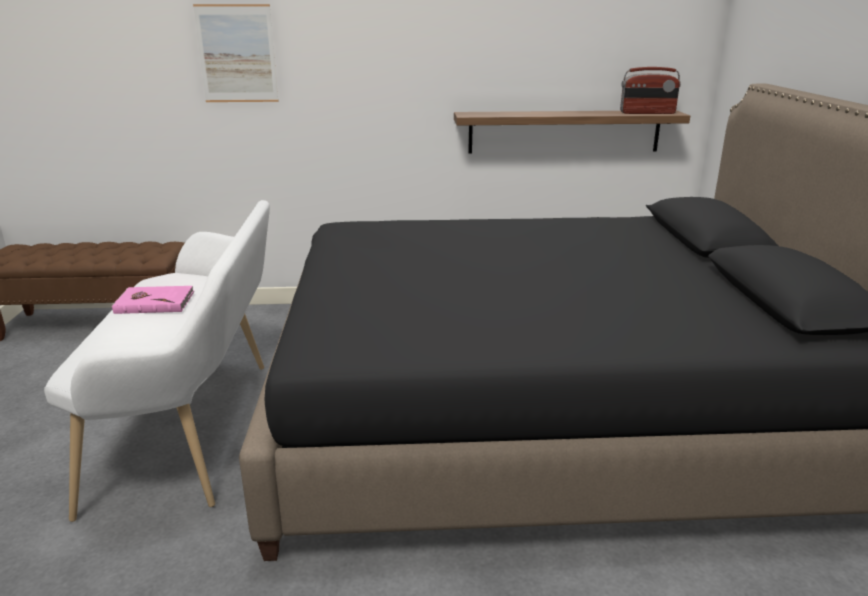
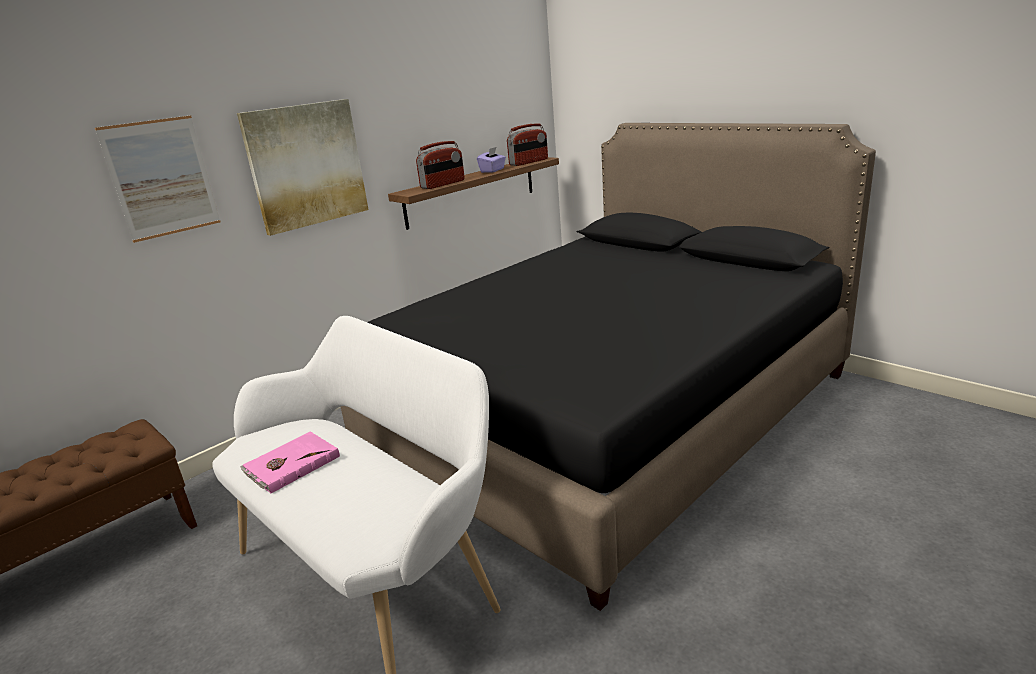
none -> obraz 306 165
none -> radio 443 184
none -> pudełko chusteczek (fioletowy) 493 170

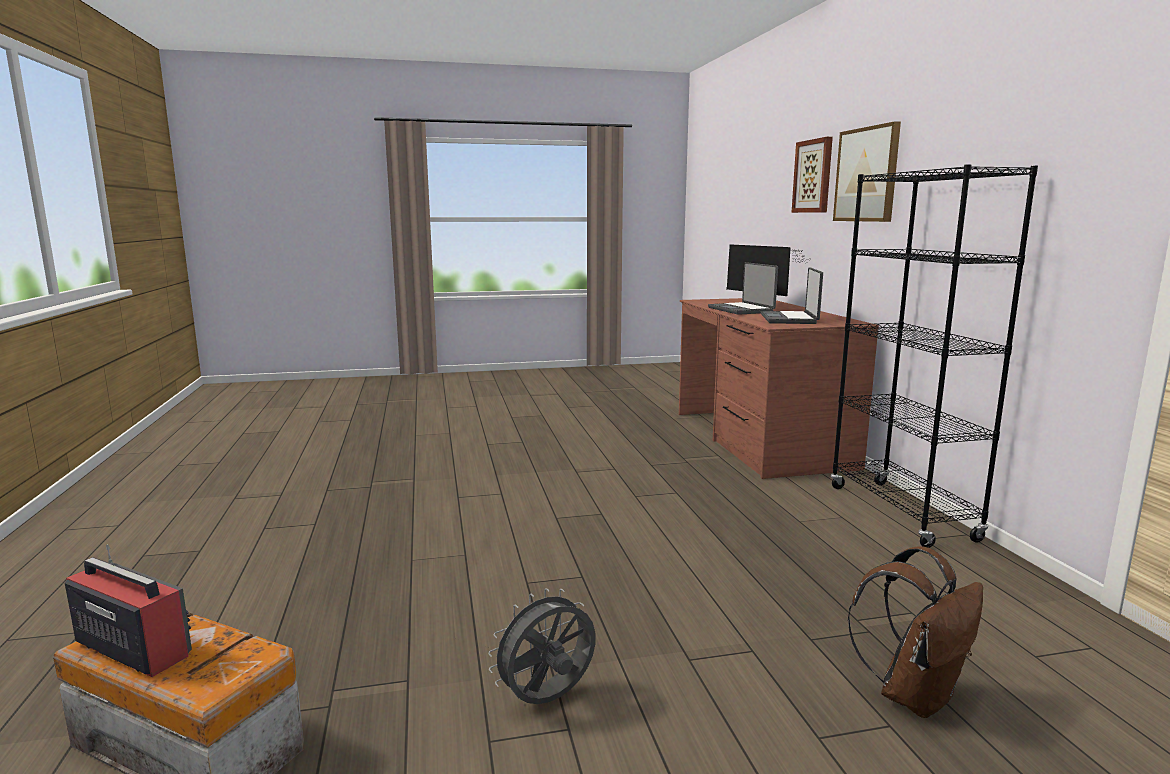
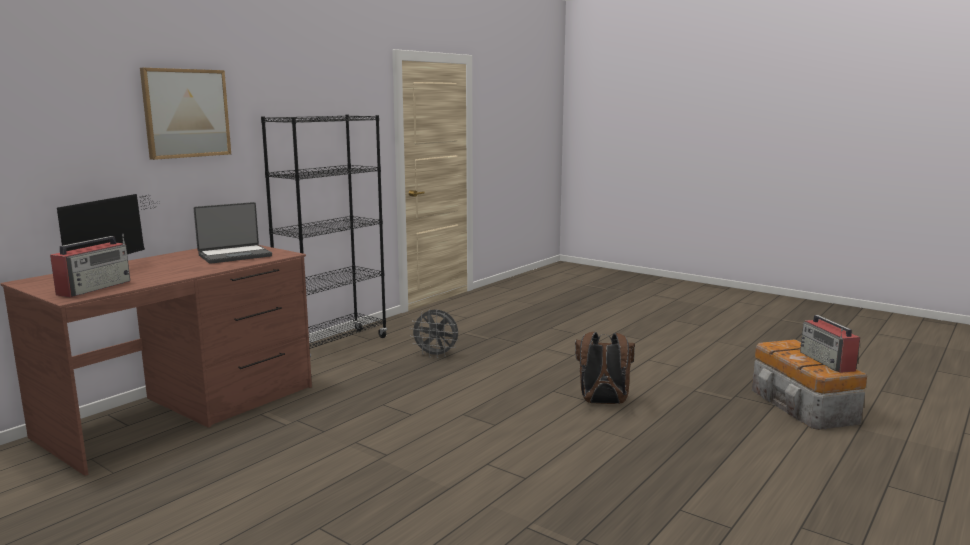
wentylator (szary) 548 700 -> wentylator (szary) 436 355, shifted
laptop 741 310 -> none
obraz 813 176 -> none
plecak (brązowy) 914 694 -> plecak (brązowy) 602 403, shifted
none -> radio 95 288

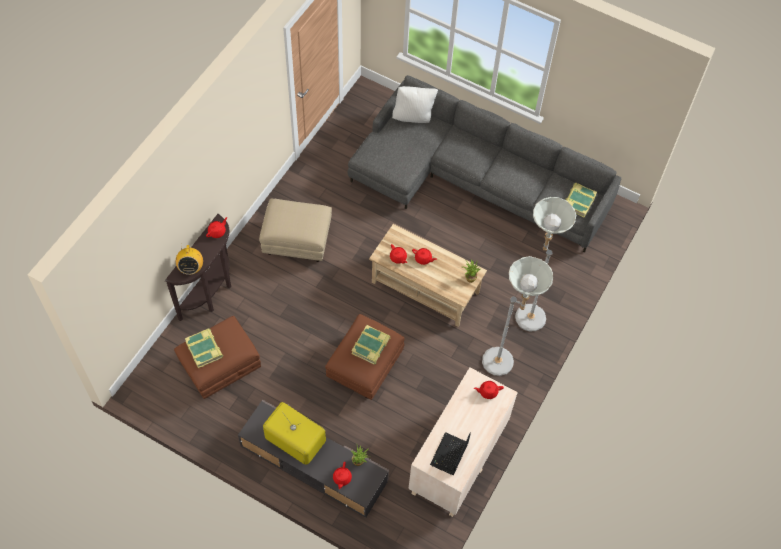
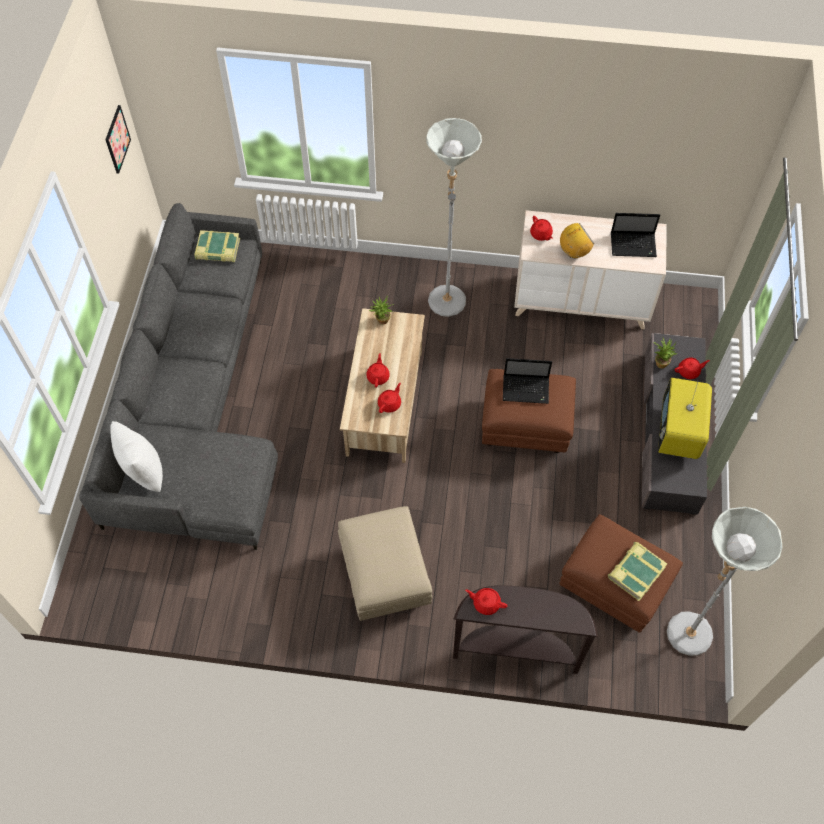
radio 191 268 -> radio 574 252, shifted
książka 371 346 -> laptop 526 389
lampa stojąca (szary) 528 312 -> lampa stojąca (szary) 681 639, shifted
none -> obraz 117 139

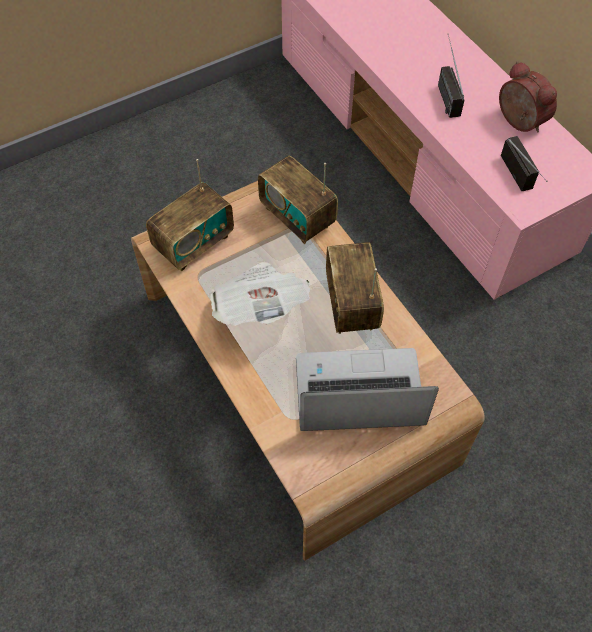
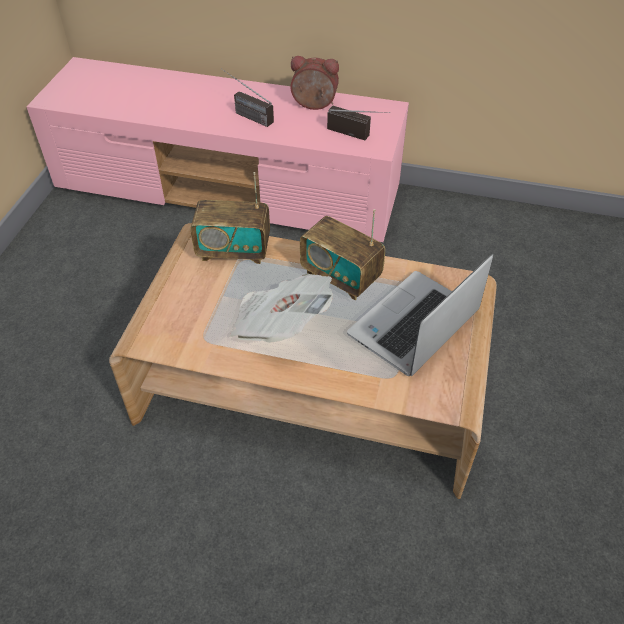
radio 194 243 -> none

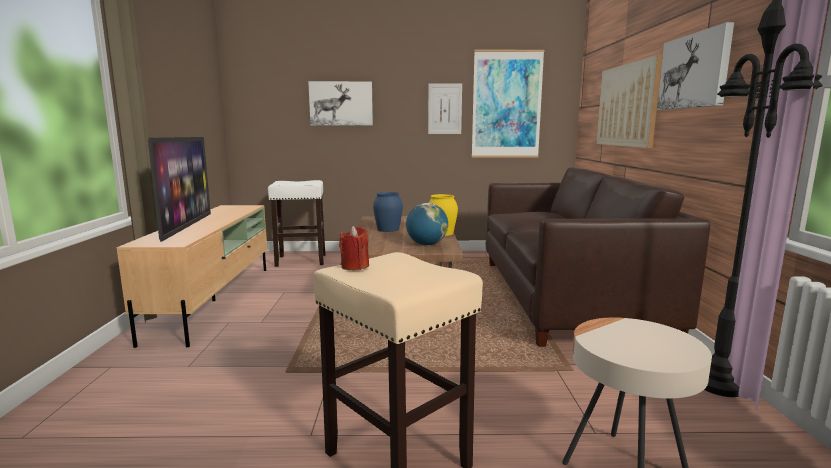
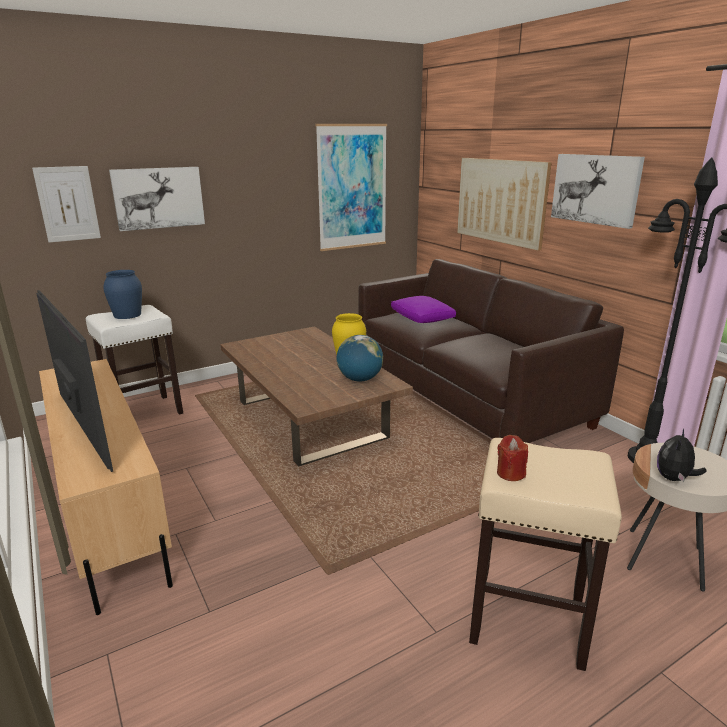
wazon (niebieski) 388 229 -> wazon (niebieski) 128 315, shifted
obraz 445 109 -> obraz 67 204, shifted
none -> poduszka (fioletowy) 422 318
none -> pluszak 674 479

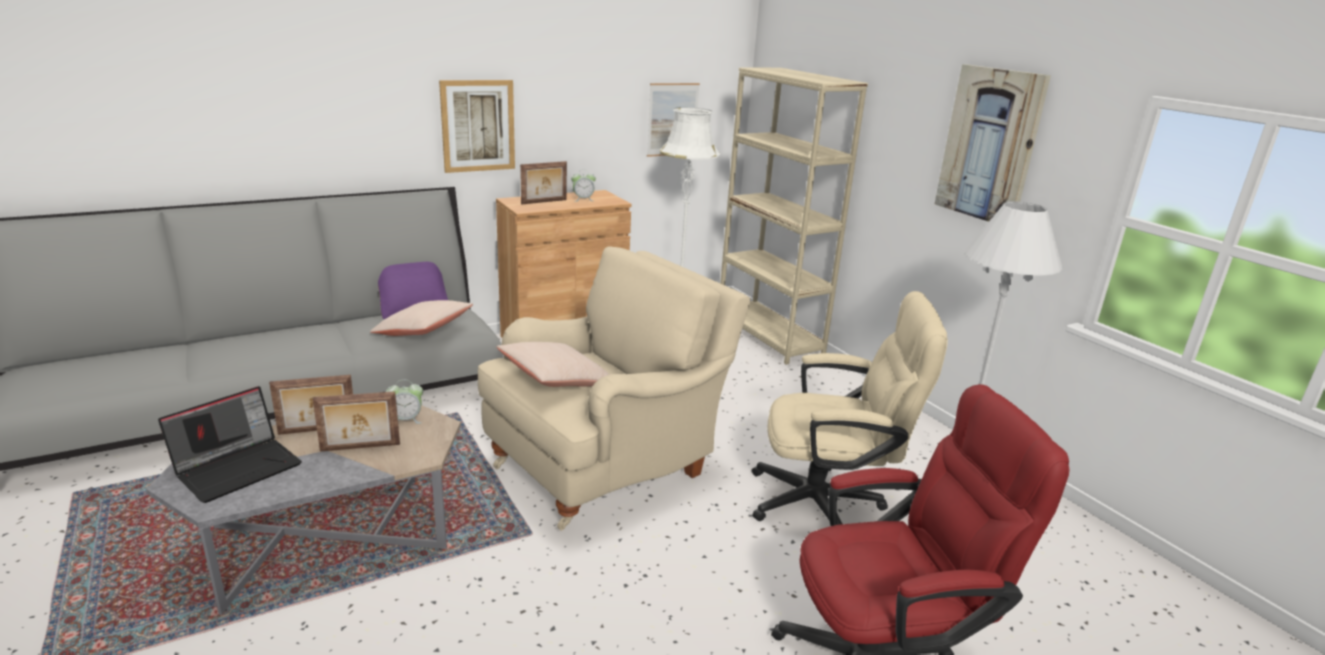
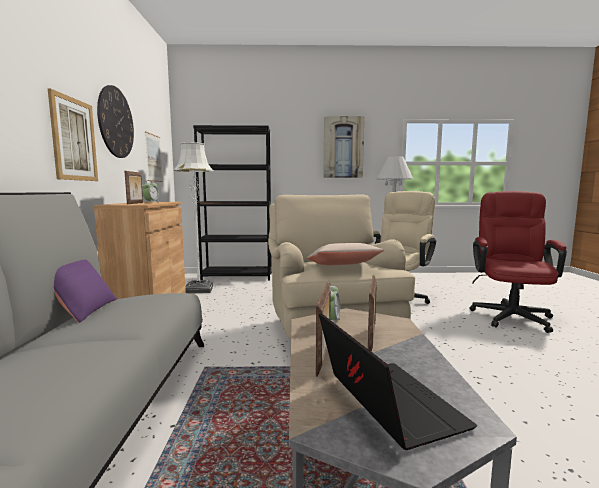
poduszka (beżowy) 423 331 -> none
regał (beżowy) 769 336 -> regał (czarny) 237 277
none -> zegar ścienny 116 122

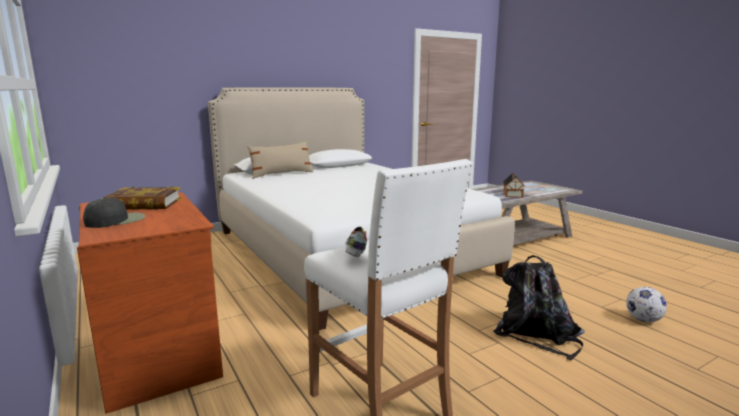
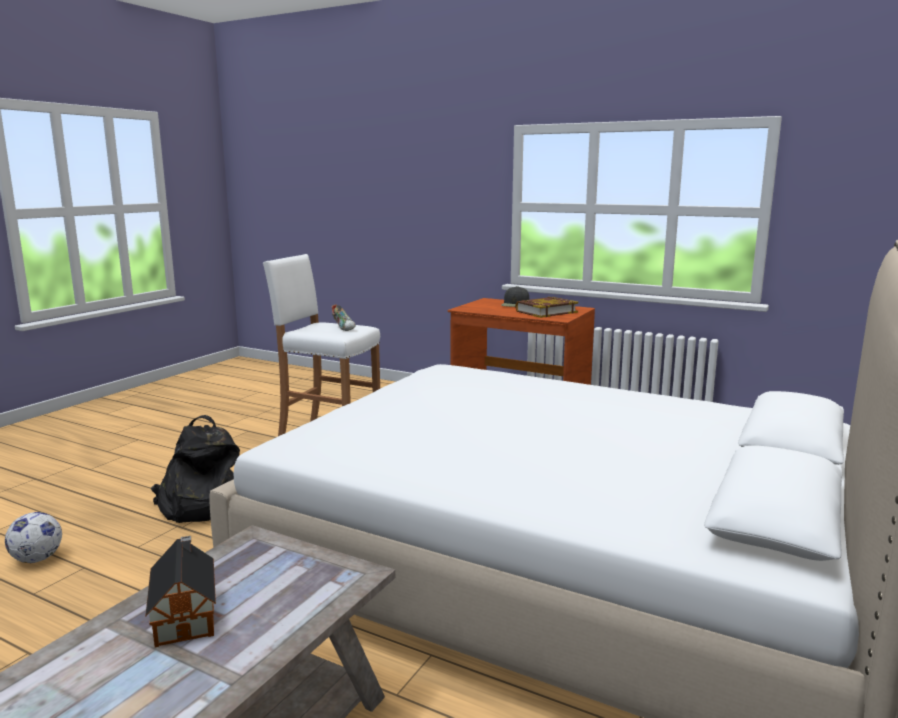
poduszka (beżowy) 281 174 -> none

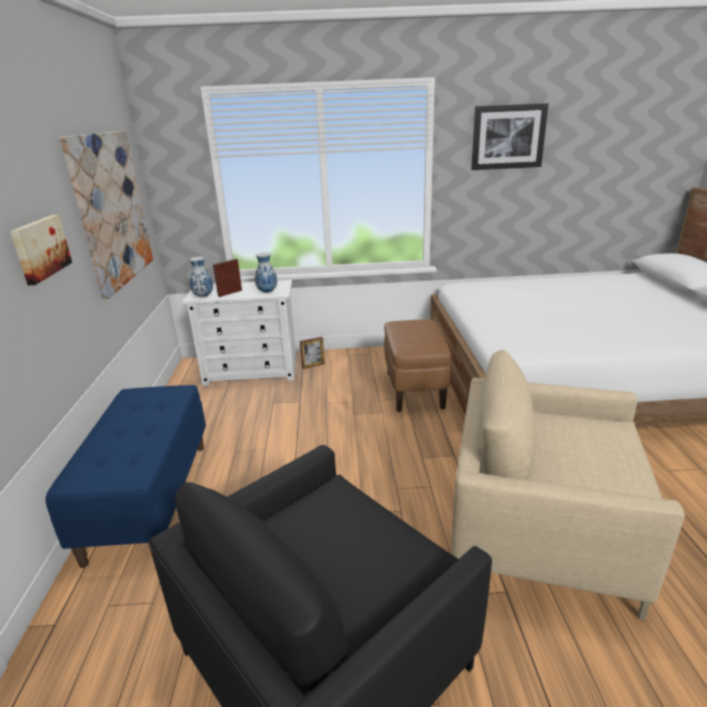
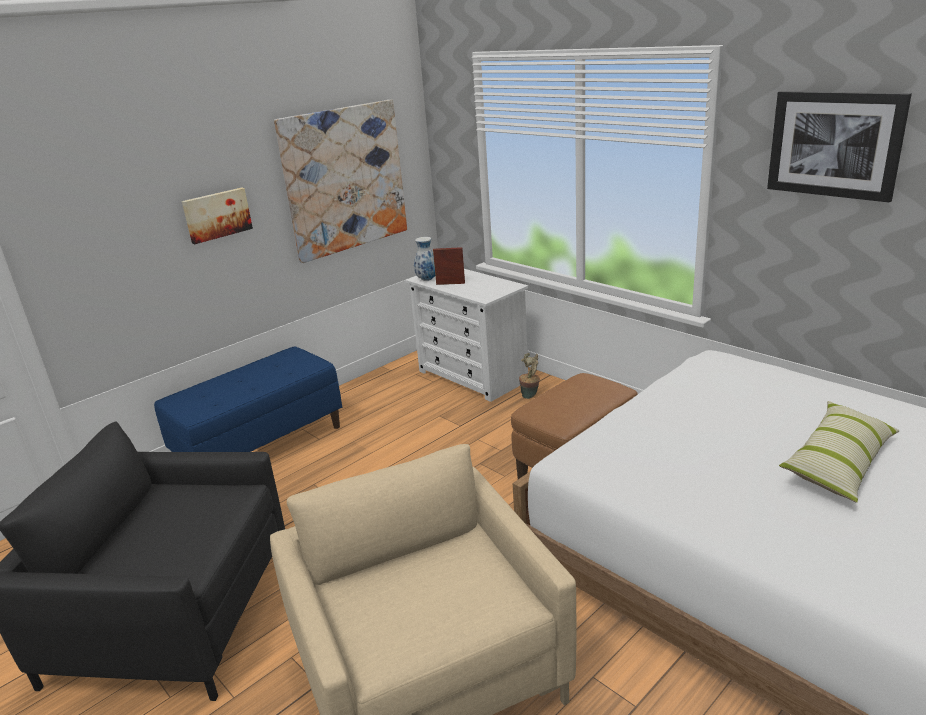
wazon 267 291 -> none
ramka na zdjęcie 313 365 -> roślina doniczkowa 530 395
none -> poduszka 838 462

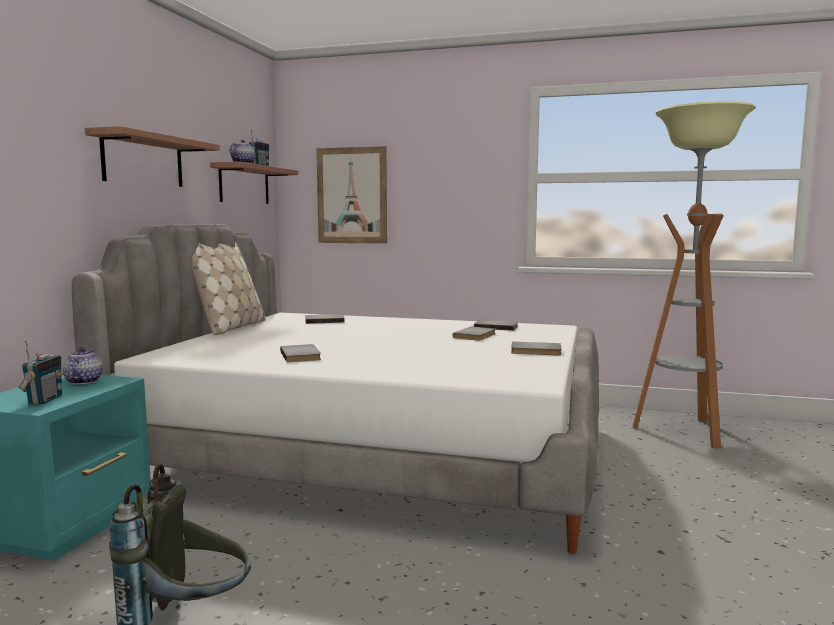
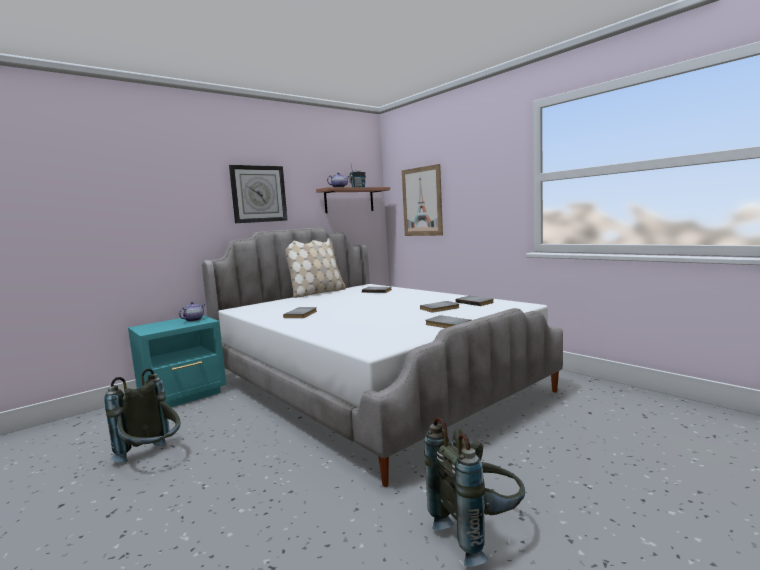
radio 44 400 -> none
półka 143 161 -> zegar ścienny 258 194
lampa stojąca 683 431 -> none
none -> plecak (szary) 478 533

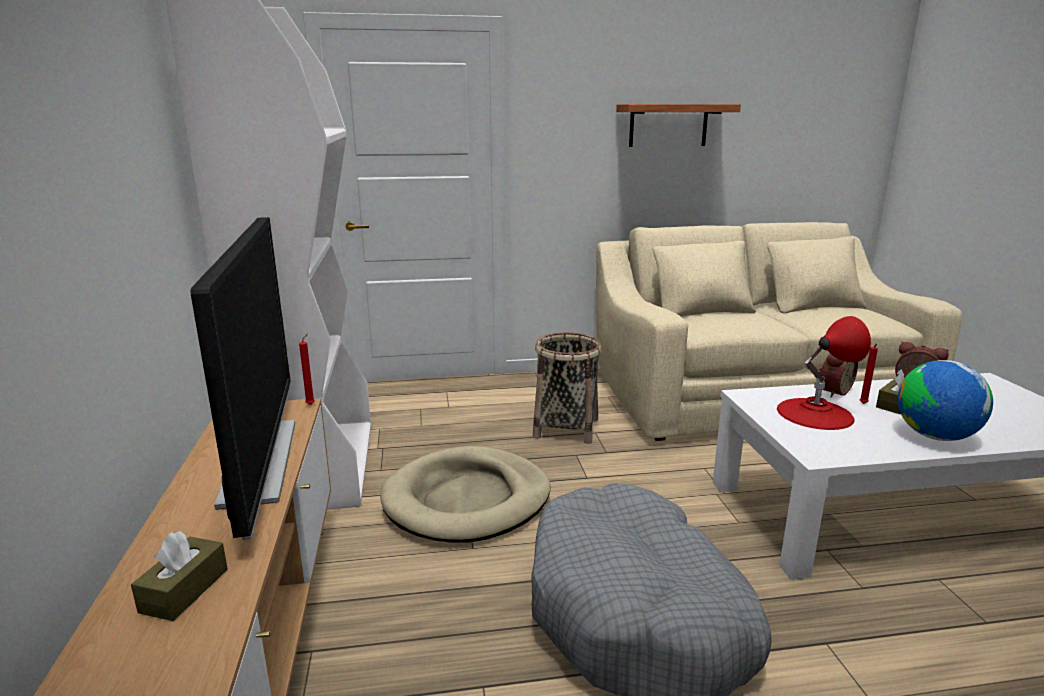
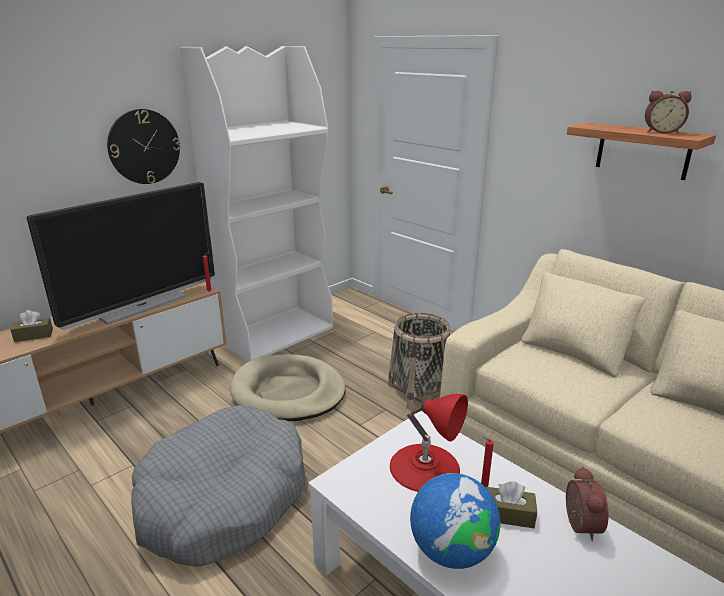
budzik 832 391 -> budzik 661 132, shifted
none -> zegar ścienny 144 147

